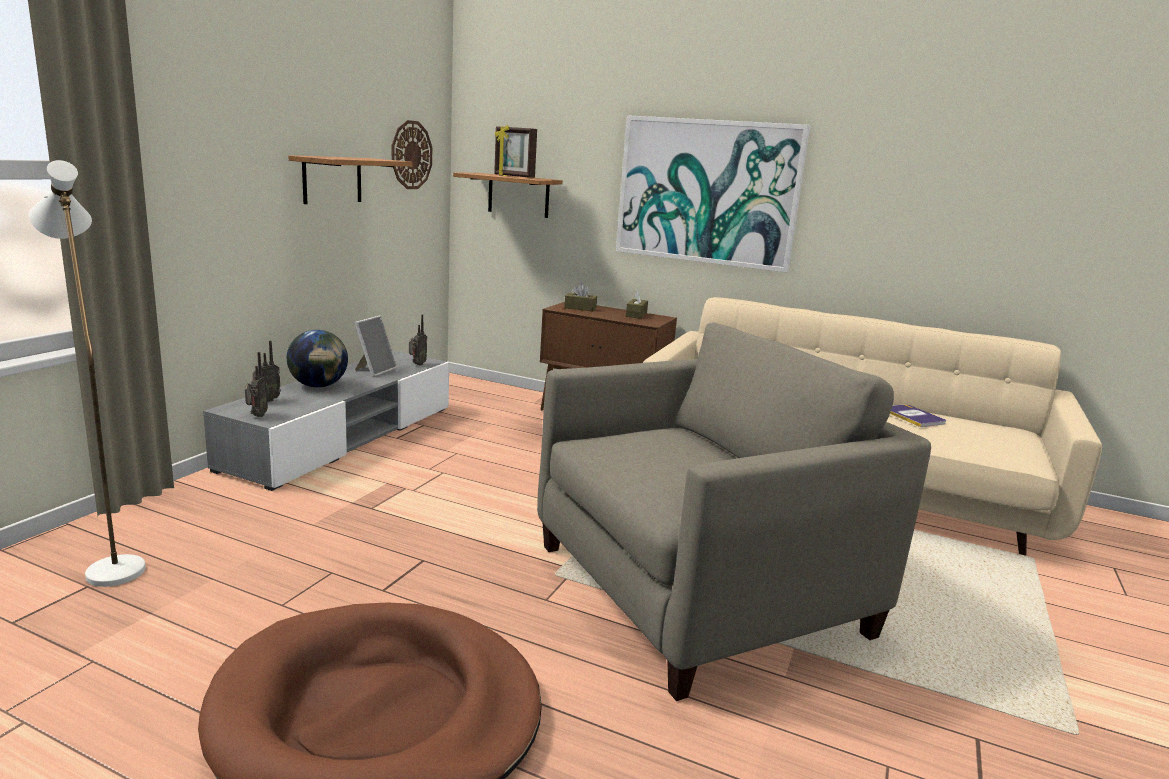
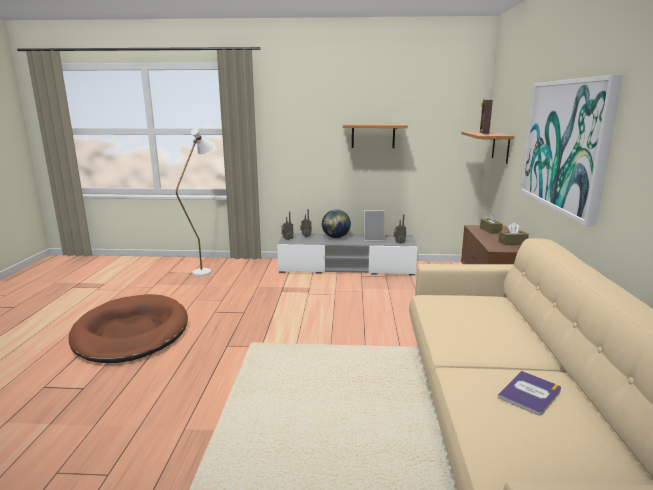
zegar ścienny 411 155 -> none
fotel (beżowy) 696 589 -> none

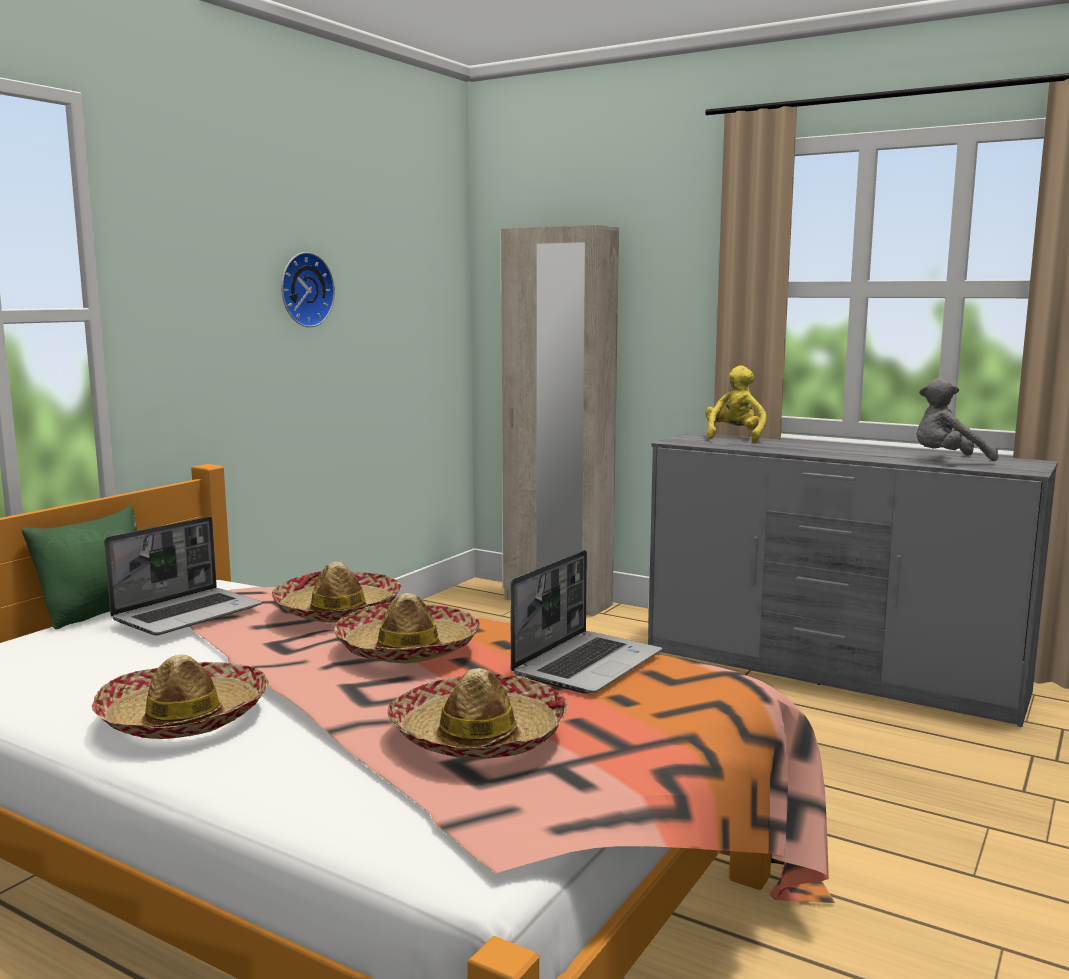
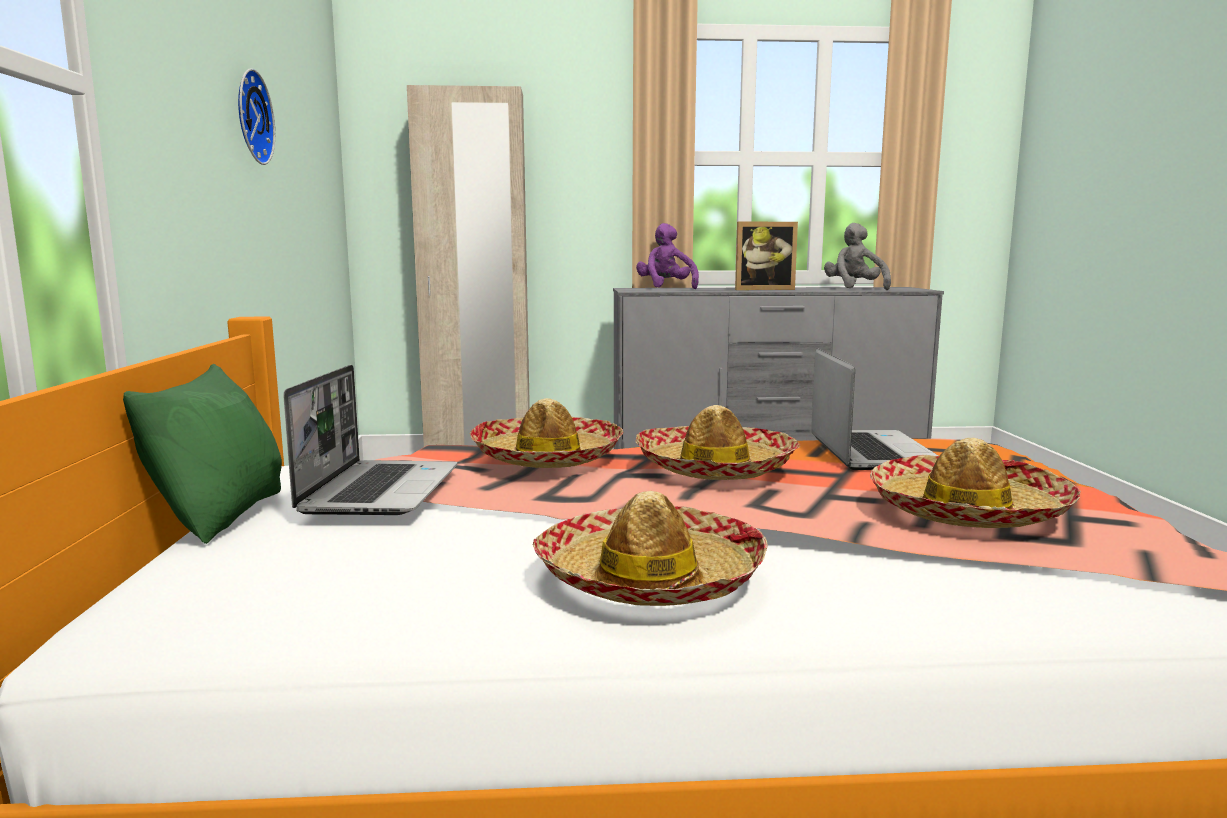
pluszak (żółty) 734 437 -> pluszak (fioletowy) 666 288
pluszak (szary) 947 460 -> pluszak (szary) 854 288, 120 degrees clockwise
none -> ramka na zdjęcie 763 289

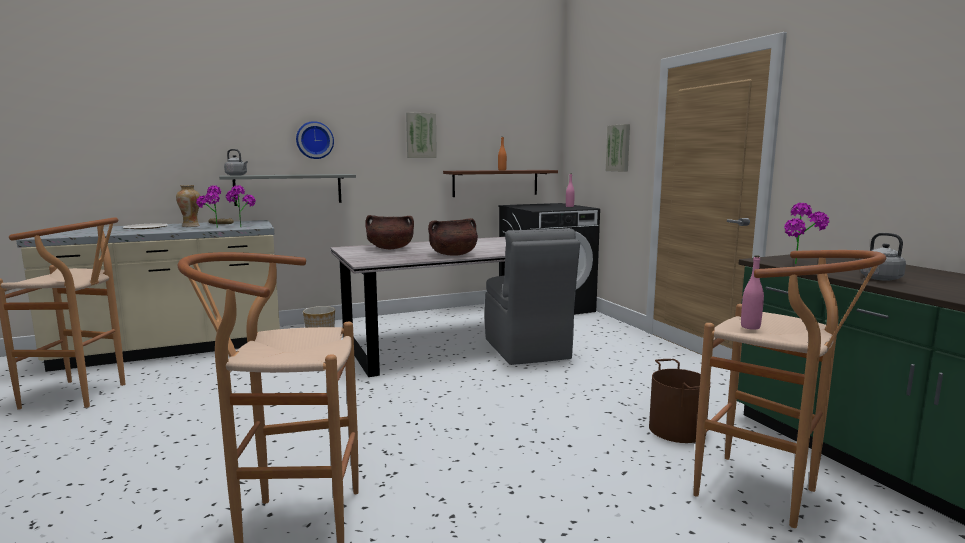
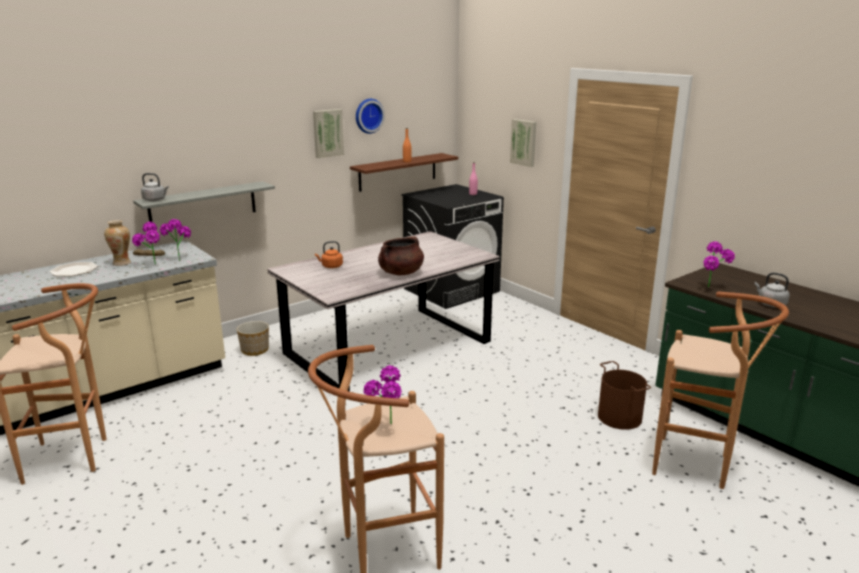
zegar ścienny 314 140 -> zegar ścienny 368 115, shifted
garnek (brązowy) 390 248 -> czajnik (pomarańczowy) 331 266
krzesło (szary) 527 350 -> none
butelka (różowy) 750 327 -> none
none -> roślina doniczkowa 386 428

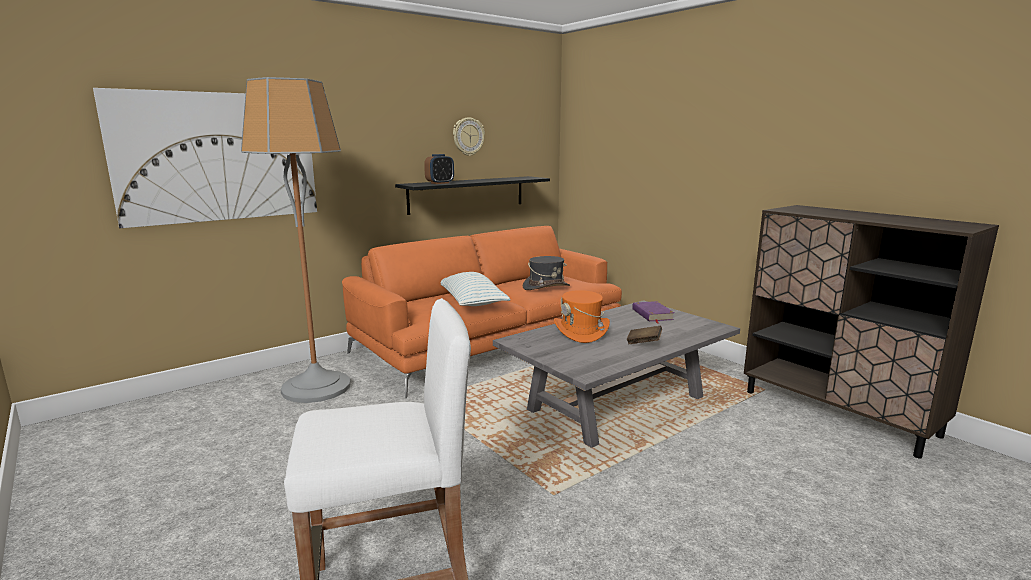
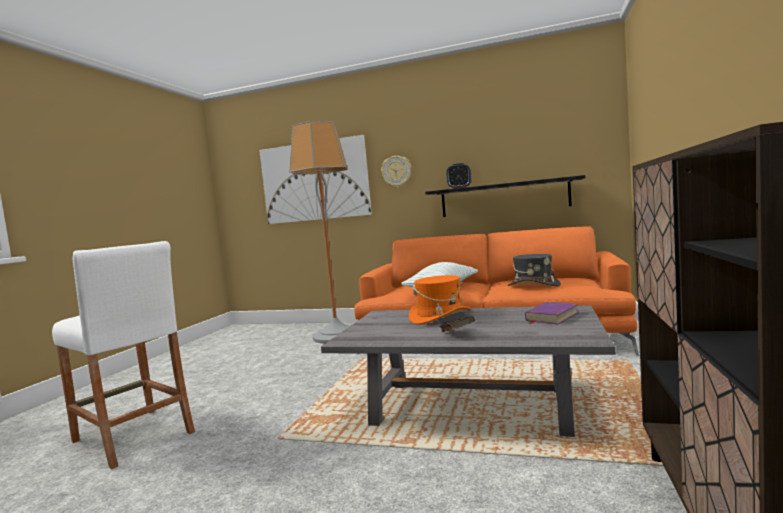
zegar ścienny 468 136 -> zegar ścienny 396 171, shifted

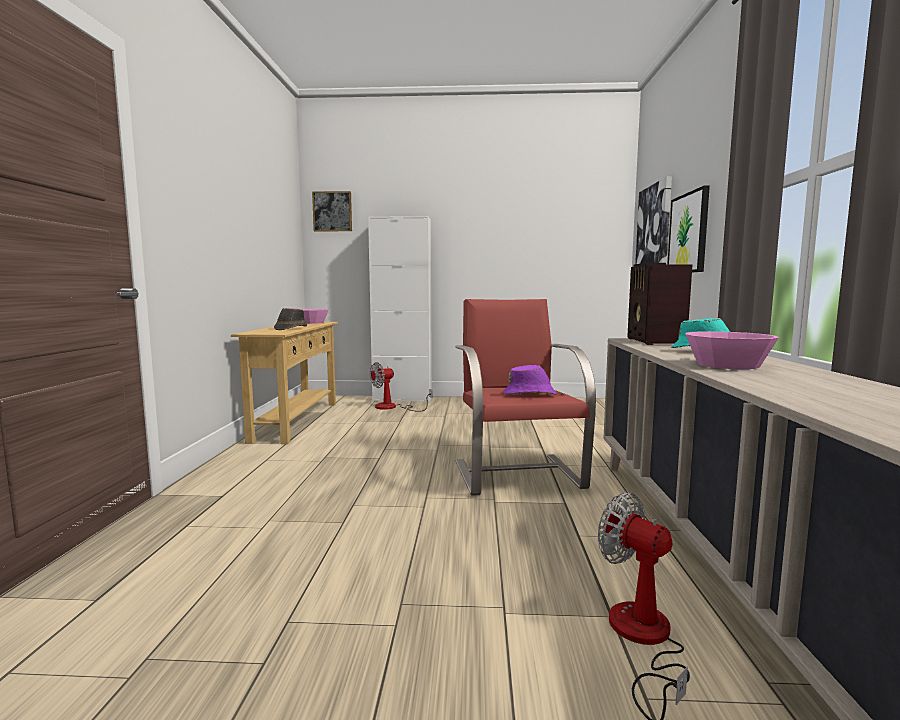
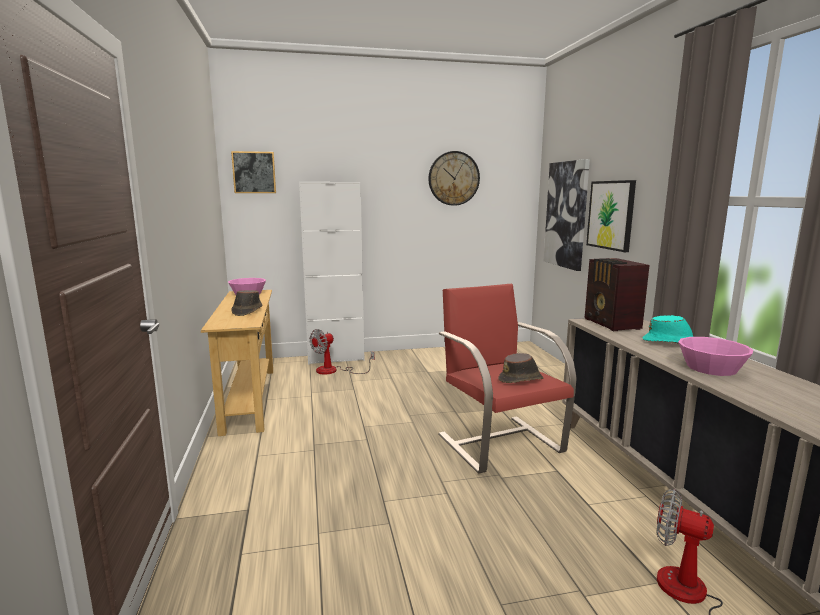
kapelusz (fioletowy) 530 395 -> kapelusz (brązowy) 521 380
none -> zegar ścienny 453 178

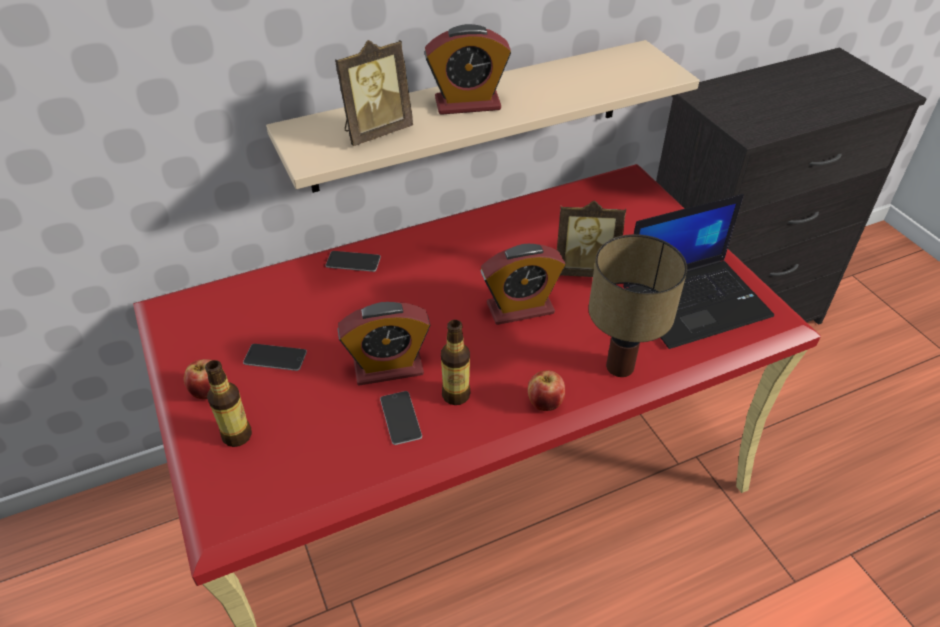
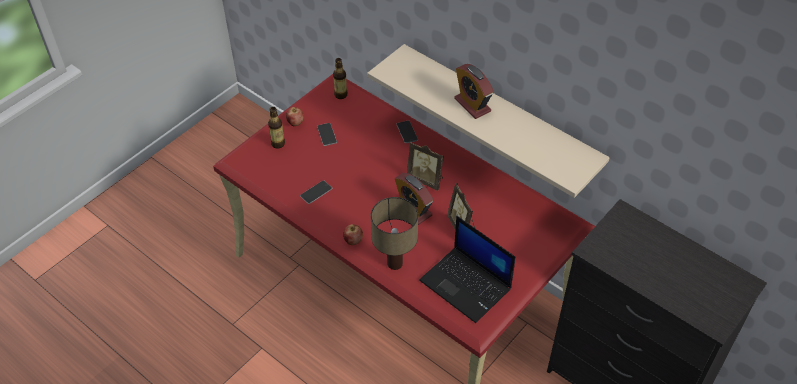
ramka na zdjęcie 375 132 -> ramka na zdjęcie 426 179, shifted
budzik 388 367 -> none
butelka 456 395 -> butelka 341 95, shifted

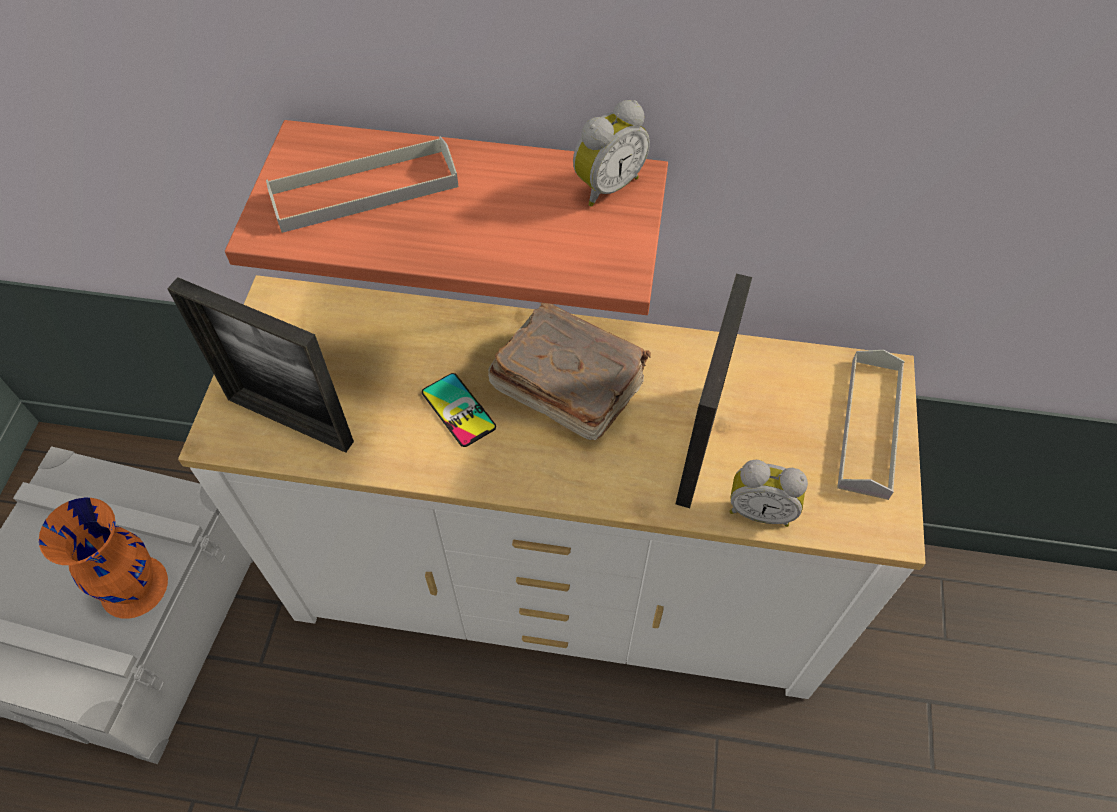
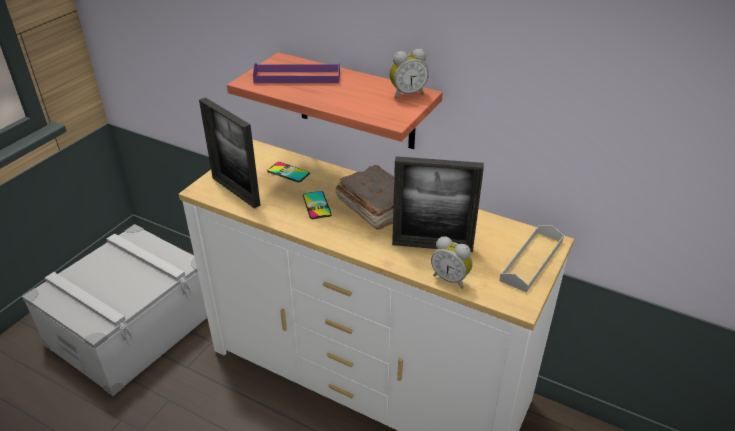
wazon (pomarańczowy) 135 586 -> none
taca (szary) 364 190 -> taca (fioletowy) 297 77
ramka na zdjęcie 699 444 -> ramka na zdjęcie 432 246, 60 degrees clockwise
none -> telefon 288 172

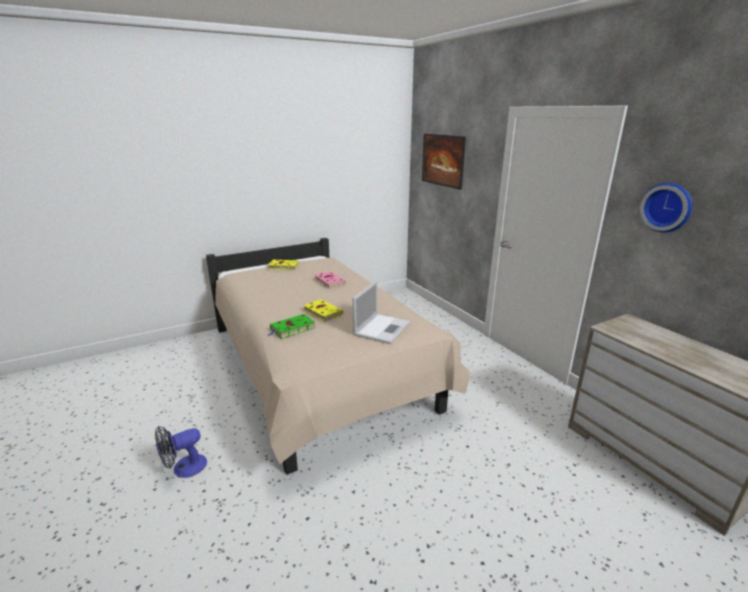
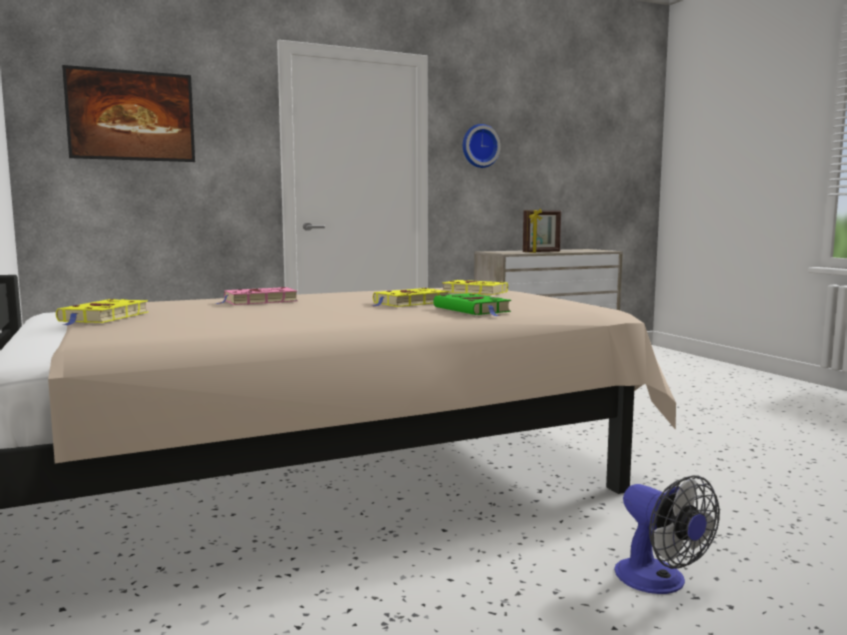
laptop 382 328 -> książka (żółty) 472 292
none -> ramka na zdjęcie 542 252

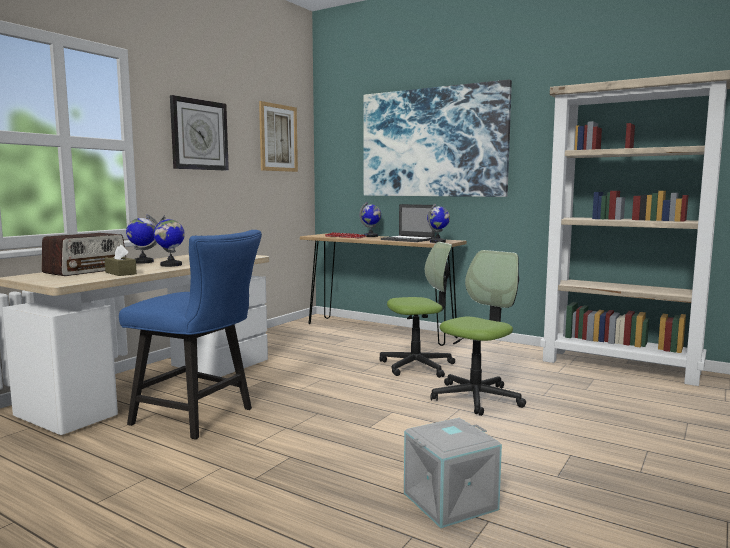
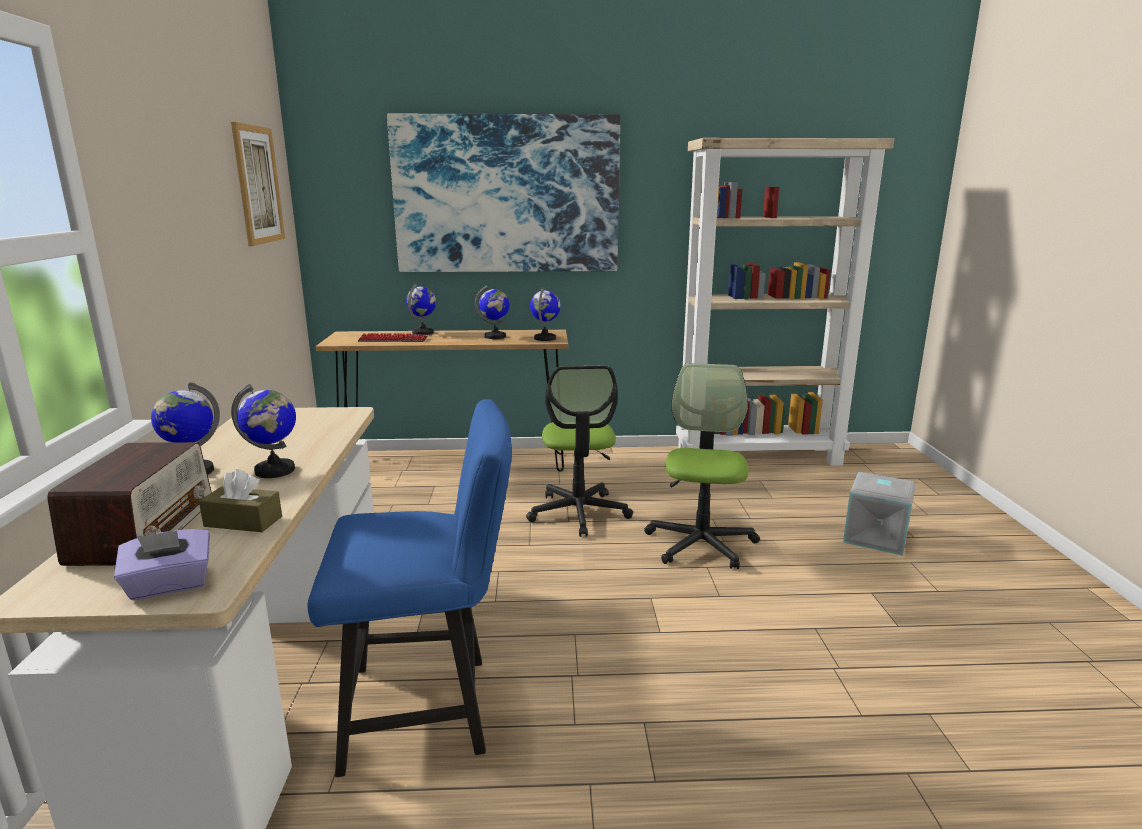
zegar ścienny 199 135 -> none
krzesło biurowe 417 366 -> krzesło biurowe 579 513, 135 degrees clockwise
laptop 408 239 -> globus 495 337
pojemnik do przechowywania (szary) 450 502 -> pojemnik do przechowywania (szary) 876 537, shifted
none -> pudełko chusteczek (fioletowy) 170 585

